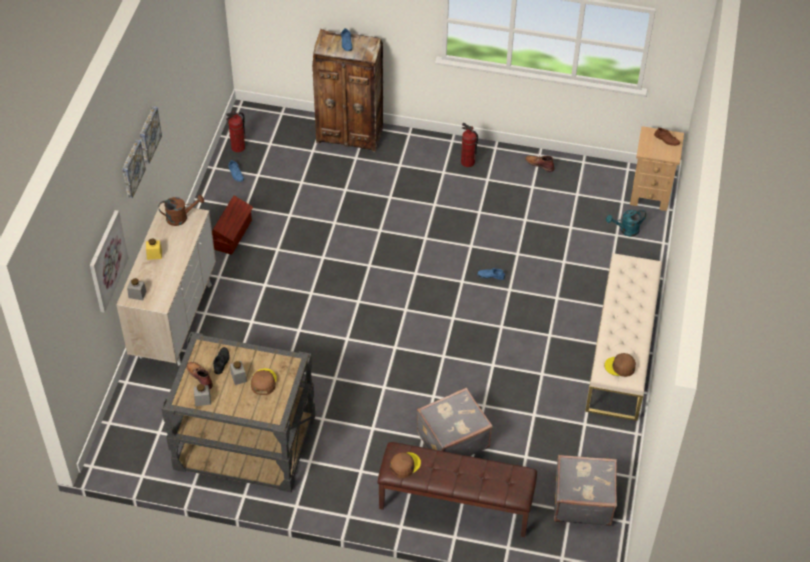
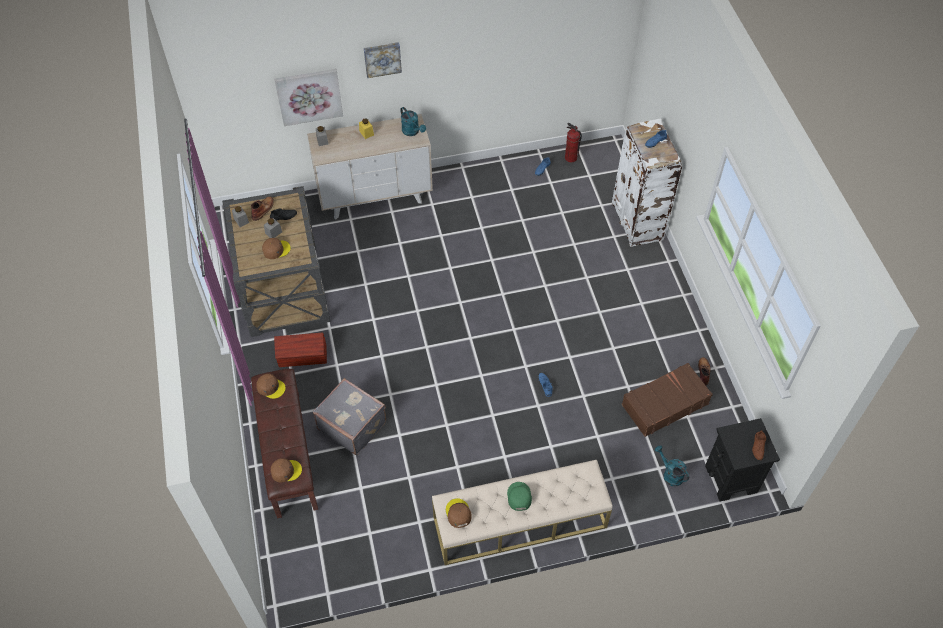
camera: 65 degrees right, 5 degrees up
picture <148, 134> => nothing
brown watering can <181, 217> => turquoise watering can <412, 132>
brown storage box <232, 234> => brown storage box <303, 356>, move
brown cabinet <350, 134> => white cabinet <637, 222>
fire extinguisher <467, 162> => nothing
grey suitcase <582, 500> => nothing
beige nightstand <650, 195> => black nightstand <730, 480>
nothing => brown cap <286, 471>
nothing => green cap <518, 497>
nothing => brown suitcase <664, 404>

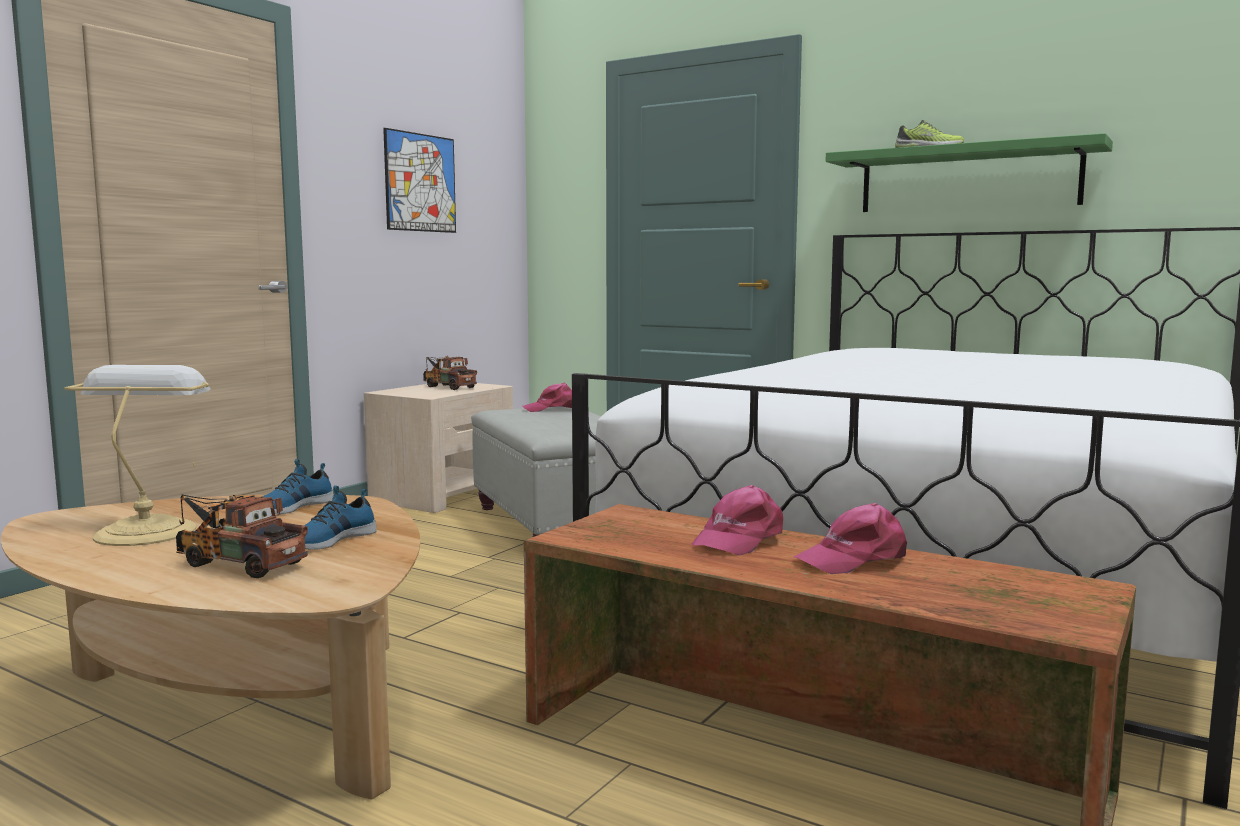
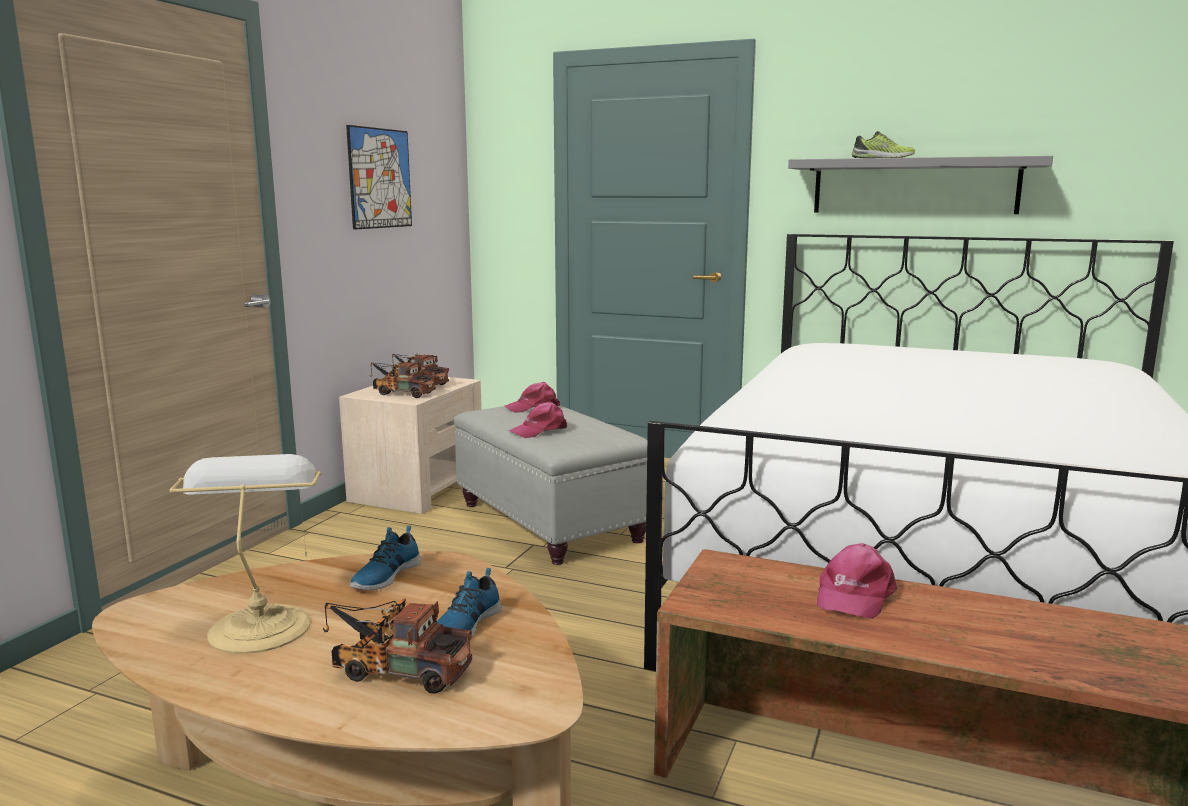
camera: 10 degrees left, 5 degrees up
pink cap <854, 559> => pink cap <540, 430>, move
green shelf <968, 179> => grey shelf <914, 186>
nothing => toy truck <401, 393>

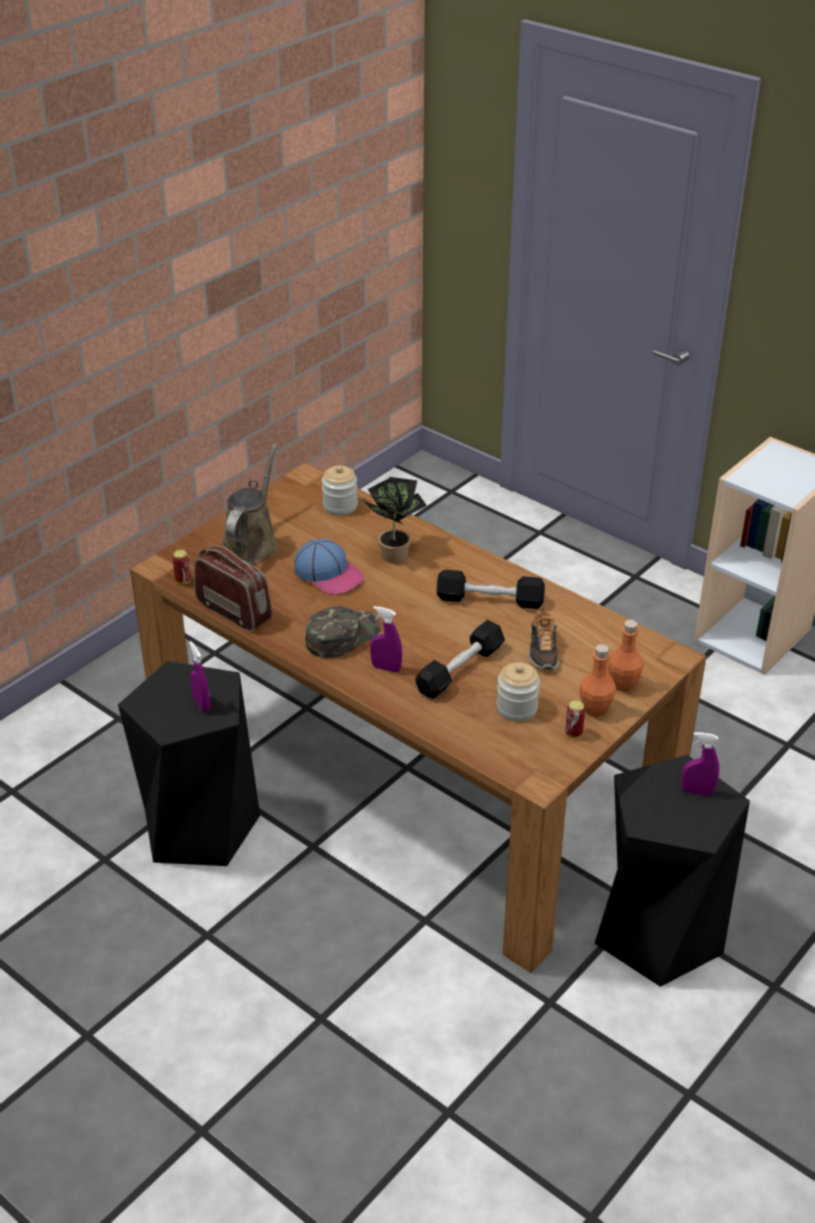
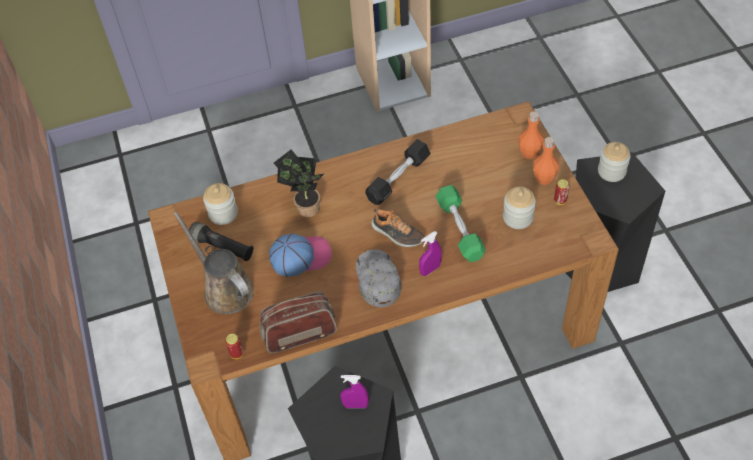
camera: 55 degrees left, 15 degrees up
green cap <342, 635> => grey cap <377, 279>
black dumbbell <460, 669> => green dumbbell <460, 229>
shoe <542, 650> => shoe <397, 234>, move
purple spray bottle <697, 792> => jar <611, 171>
nothing => black flashlight <222, 247>

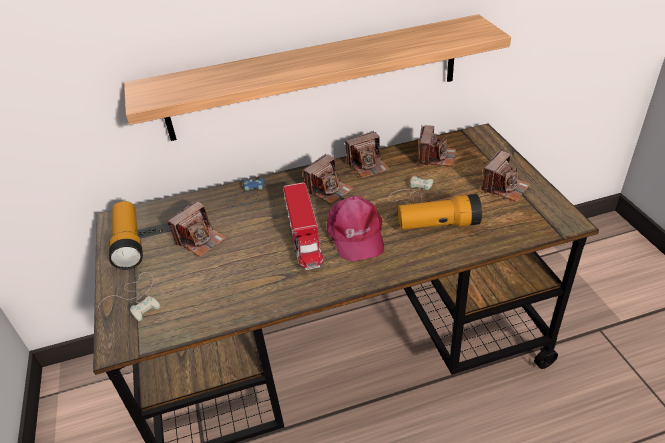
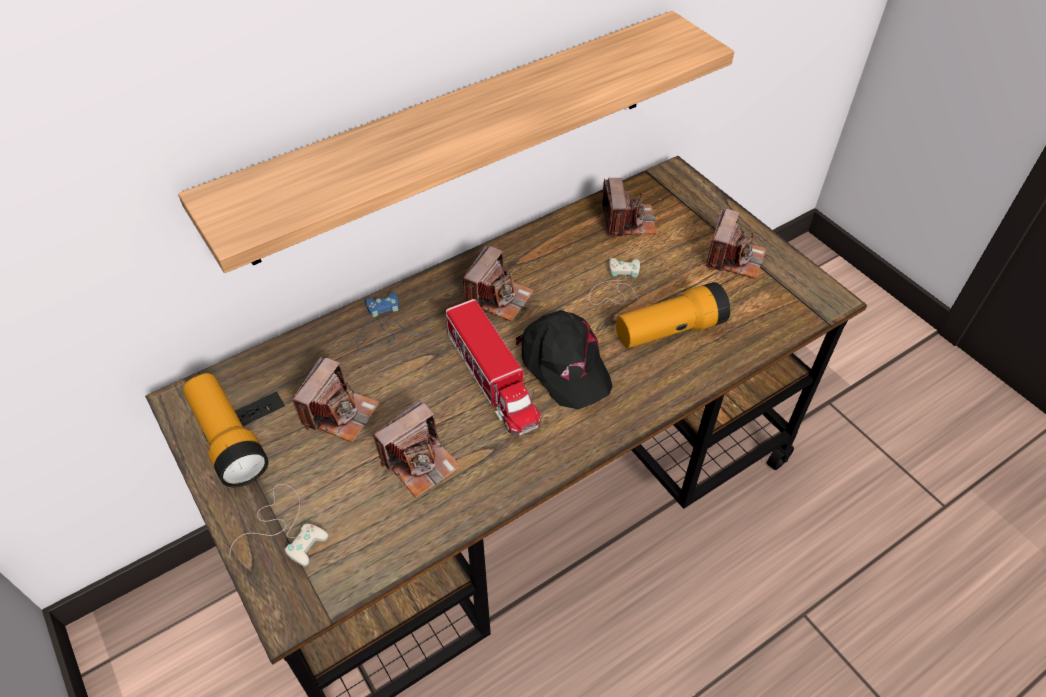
camera: 20 degrees left, 10 degrees up
pink cap <355, 234> => black cap <564, 364>
photo camera <368, 165> => photo camera <420, 462>, move

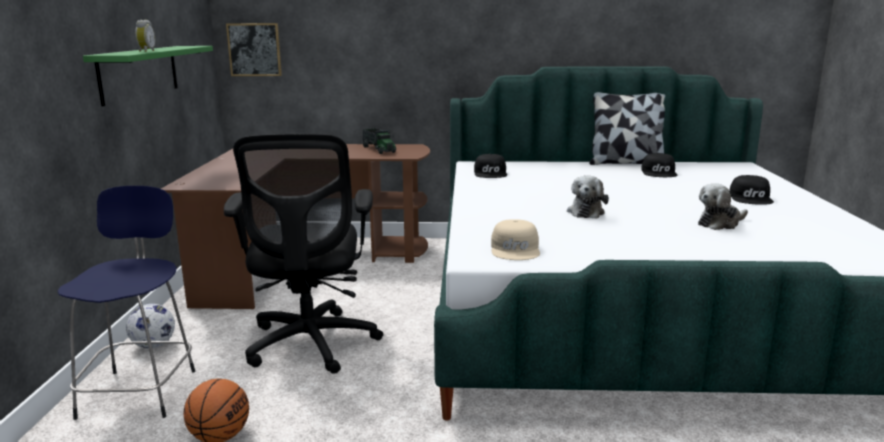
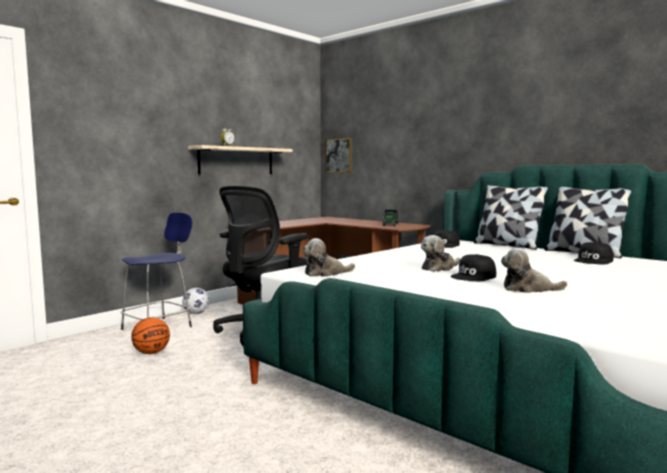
camera: 40 degrees right, 10 degrees down
green shelf <139, 73> => beige shelf <236, 161>
beige cap <516, 249> => plush toy <325, 273>
black cap <751, 198> => black cap <474, 276>, move
nothing => pillow <507, 245>

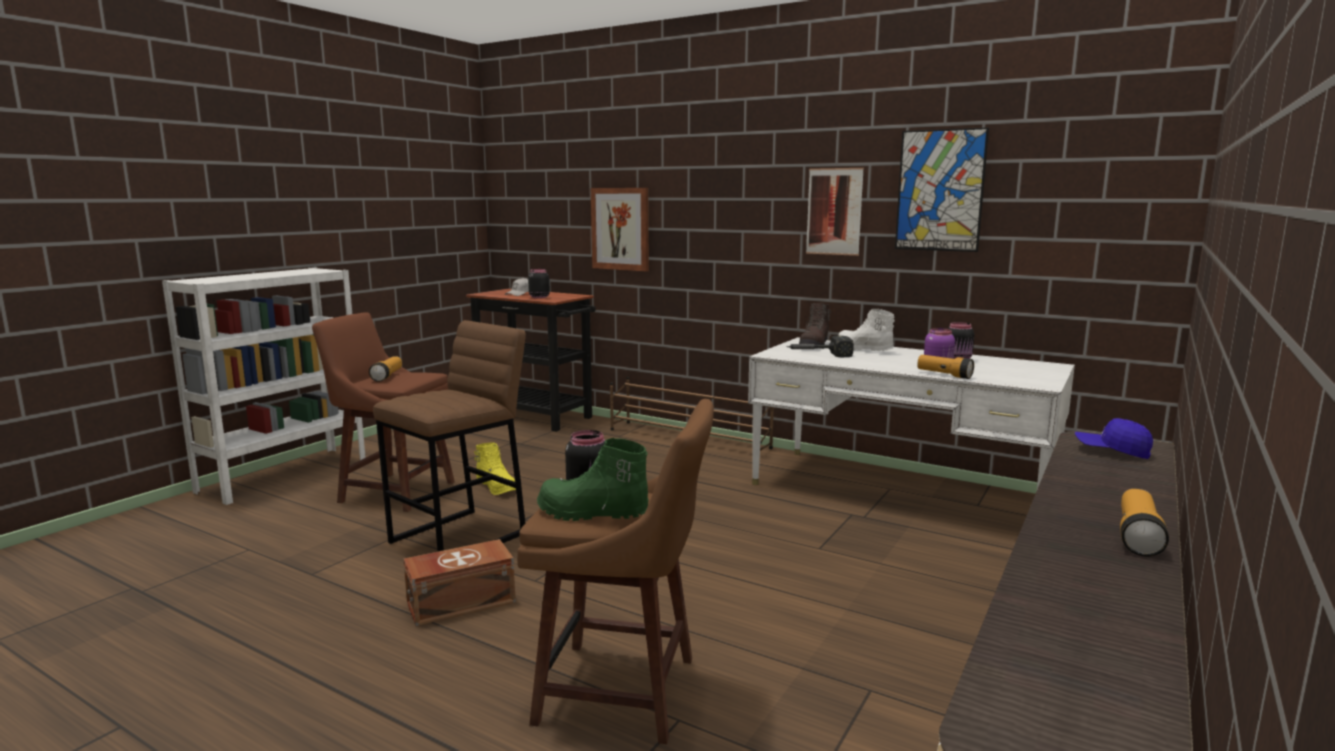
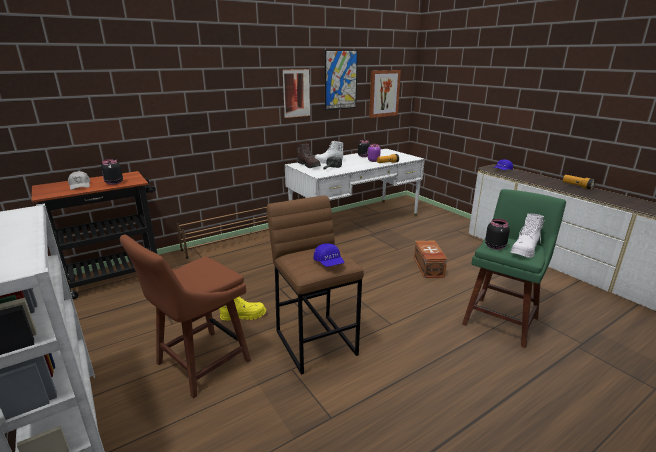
camera: 65 degrees left, 10 degrees up
flashlight <387, 376> => nothing
brown storage box <459, 602> => brown storage box <428, 267>, move
brown stool <625, 691> => green stool <502, 319>
green boot <592, 514> => white boot <525, 250>
picture <620, 229> => picture <384, 93>, move
nothing => blue cap <329, 263>

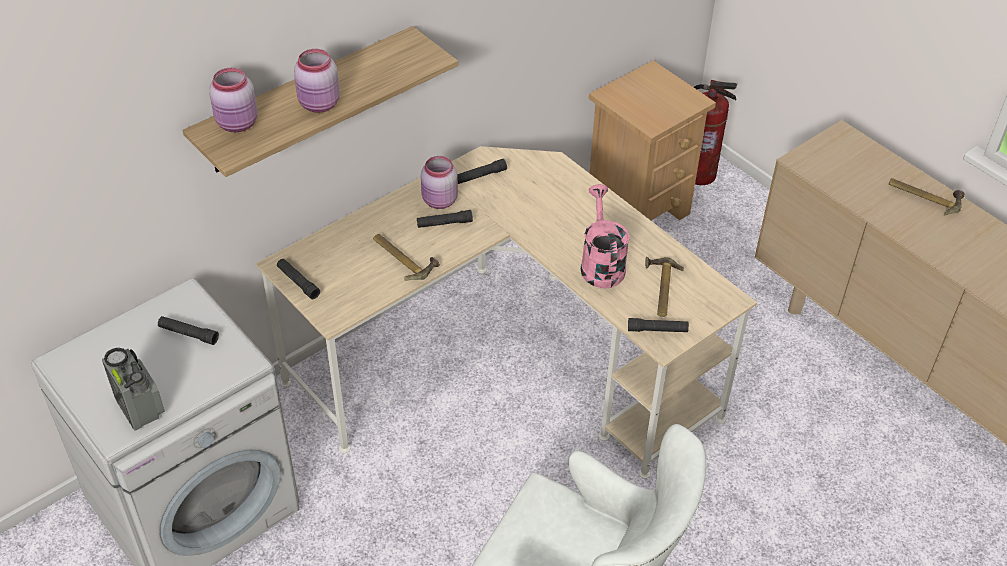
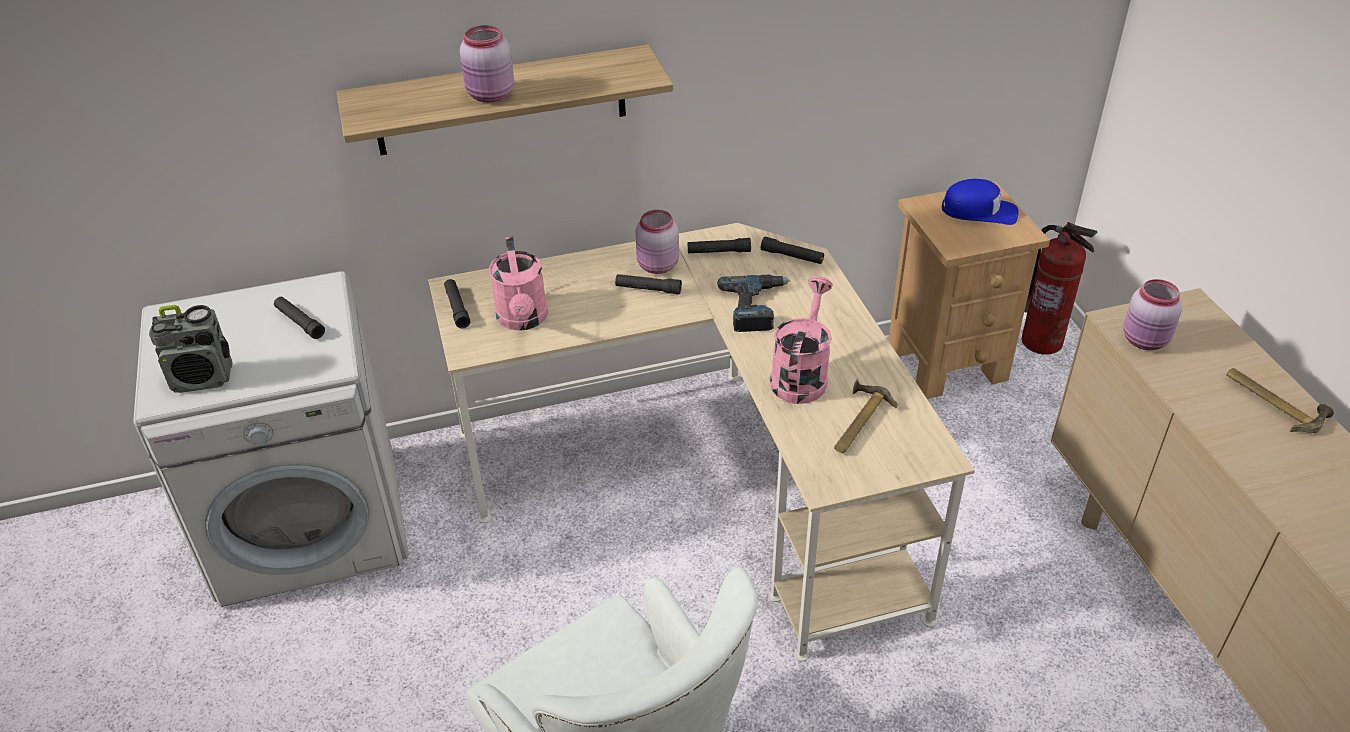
camera: 25 degrees right, 5 degrees down
radio <139, 407> => radio <203, 378>, 90 degrees clockwise
pink jar <238, 124> => pink jar <1145, 341>, move
hammer <403, 258> => nothing
black flashlight <657, 330> => black flashlight <792, 256>, move
nothing => pink watering can <523, 320>
nothing => power drill <756, 307>
nothing => blue cap <979, 211>

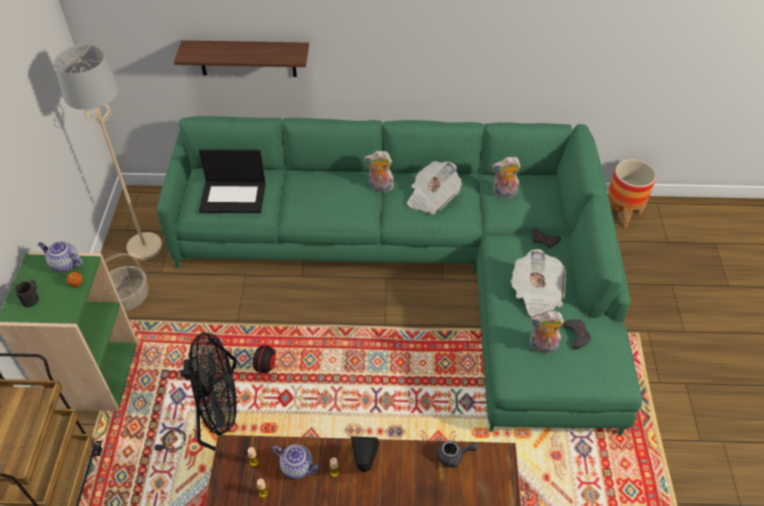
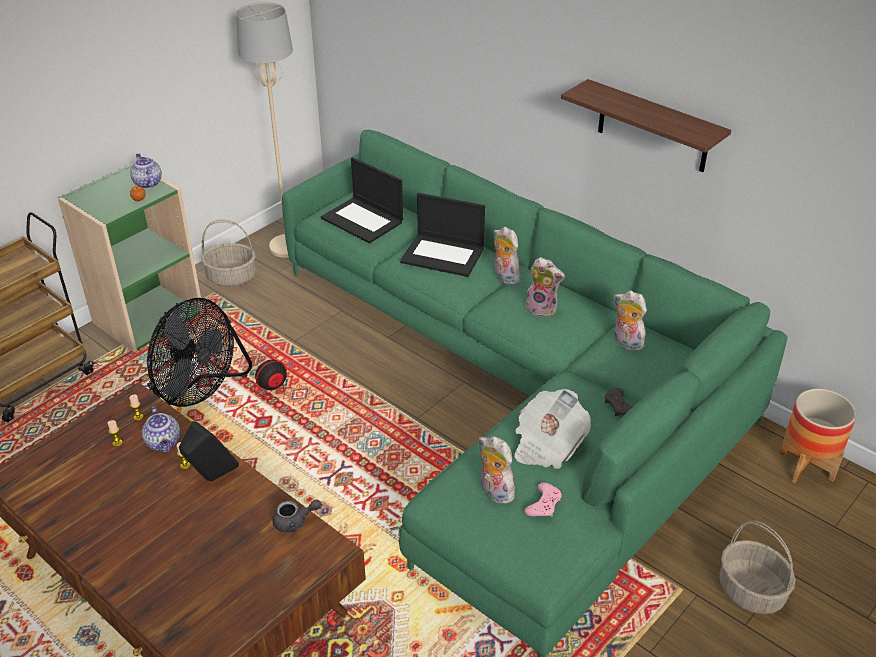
camera: 40 degrees right, 10 degrees down
black mug <32, 297> => nothing
shelf <247, 58> => shelf <653, 127>, move
newspaper <432, 198> => plush toy <542, 308>
grey teapot <454, 456> => grey teapot <295, 522>, 45 degrees counterclockwise
grey game controller <576, 335> => pink game controller <544, 504>
nothing => laptop <443, 255>
nothing => basket <751, 591>

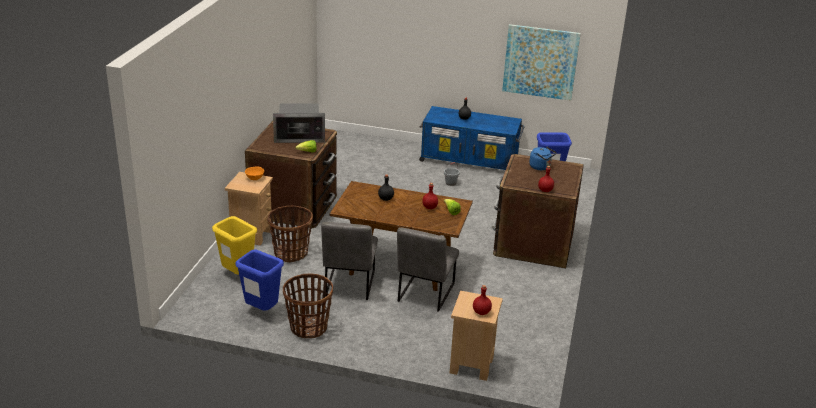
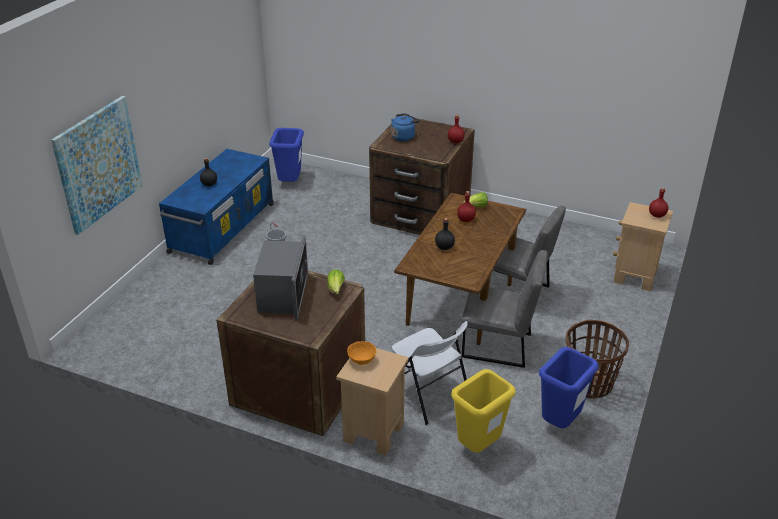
camera: 80 degrees left, 5 degrees up
basket <291, 253> => white chair <427, 393>
picture <540, 62> => picture <98, 164>, move

